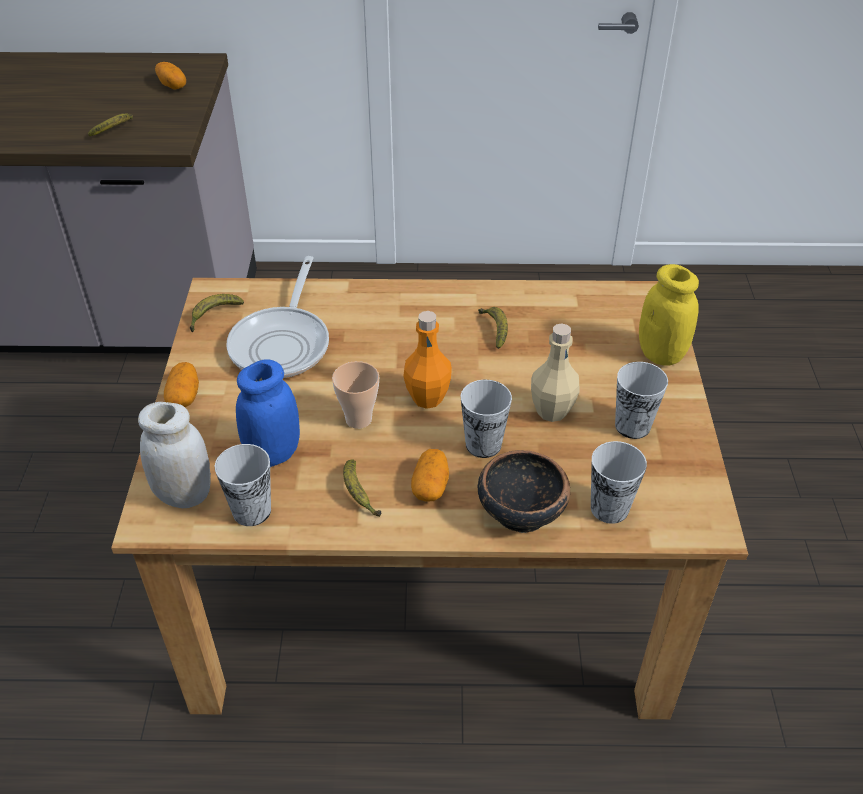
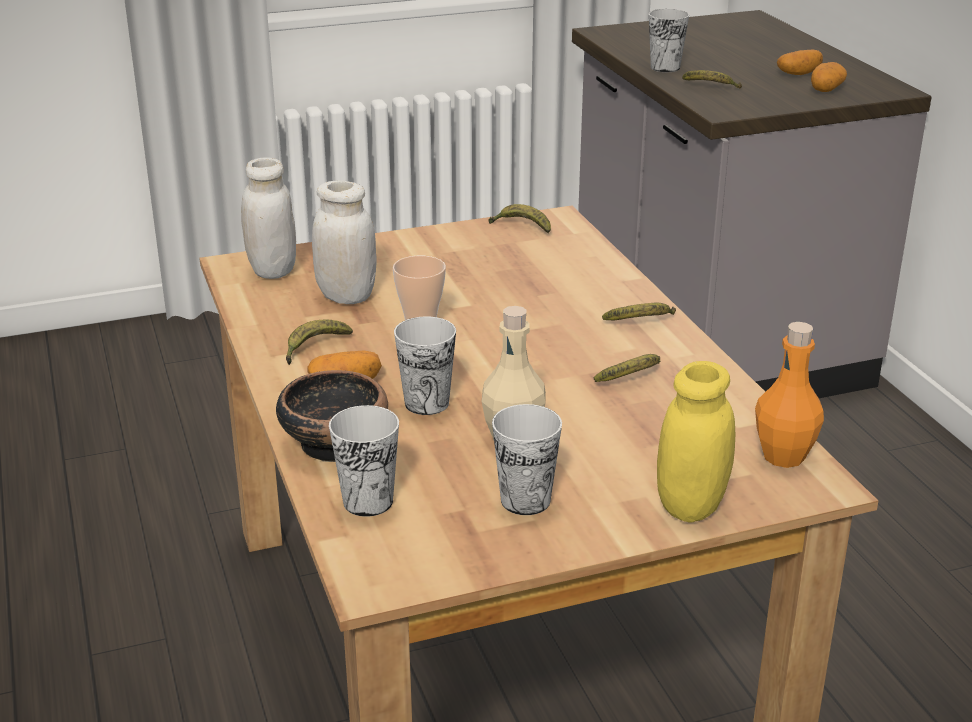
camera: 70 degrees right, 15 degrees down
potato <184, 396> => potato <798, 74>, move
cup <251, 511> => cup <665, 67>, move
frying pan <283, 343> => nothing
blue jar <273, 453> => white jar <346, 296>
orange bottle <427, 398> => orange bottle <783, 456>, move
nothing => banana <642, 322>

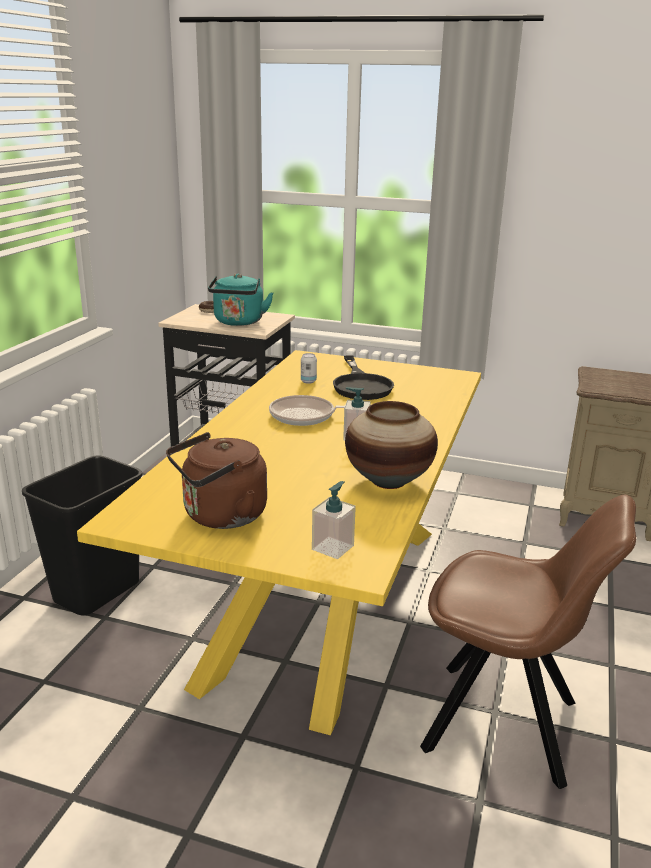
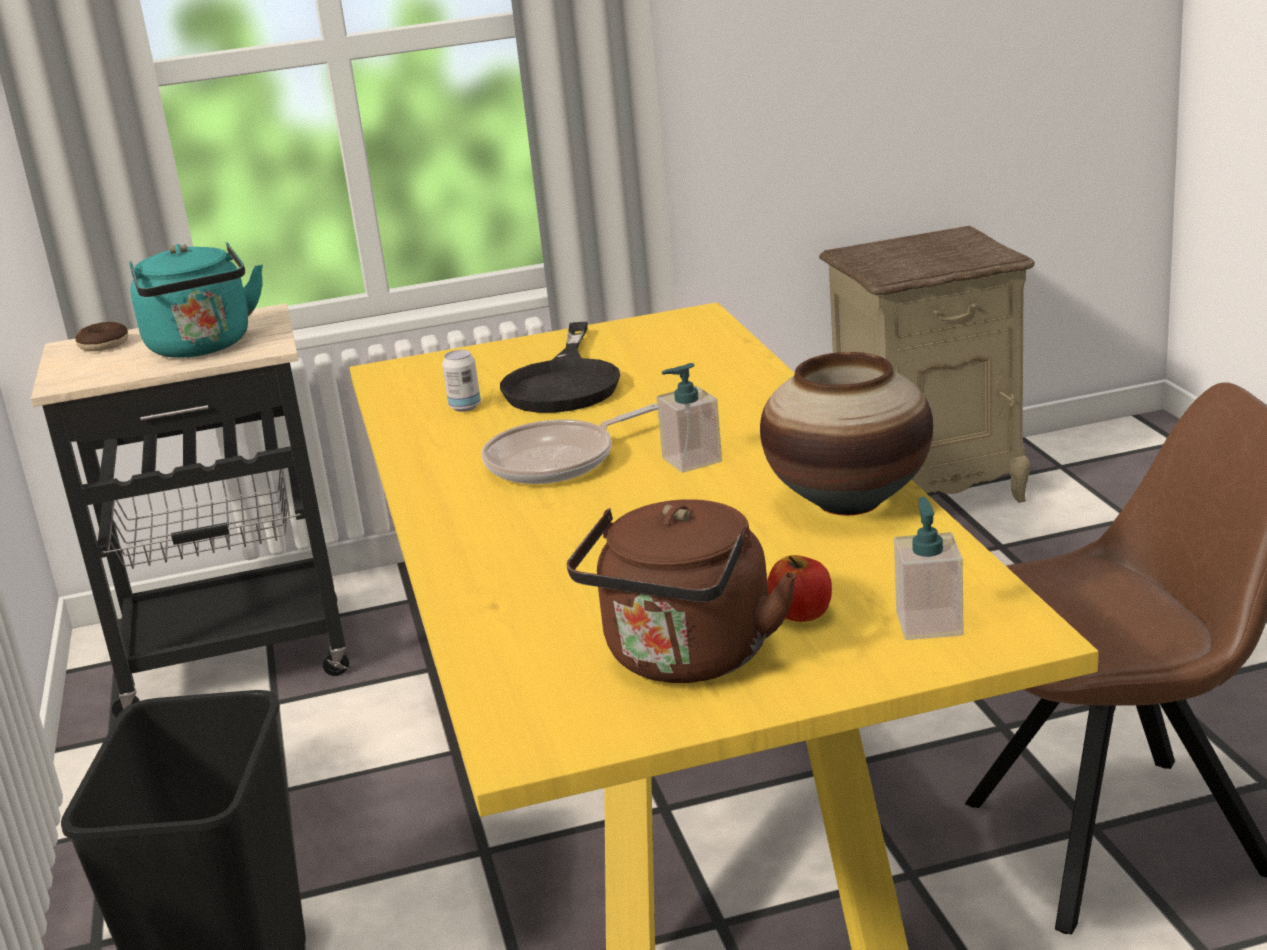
camera: 30 degrees left, 0 degrees up
black frying pan <361, 385> => black frying pan <564, 382>, 45 degrees clockwise
nothing => apple <801, 614>

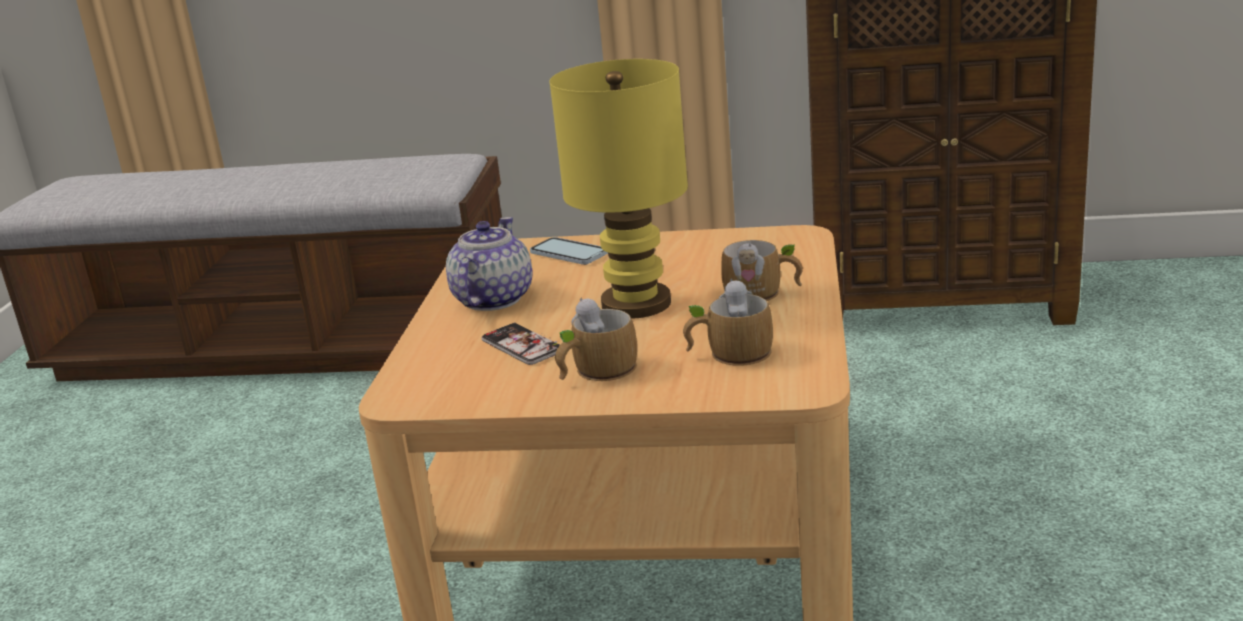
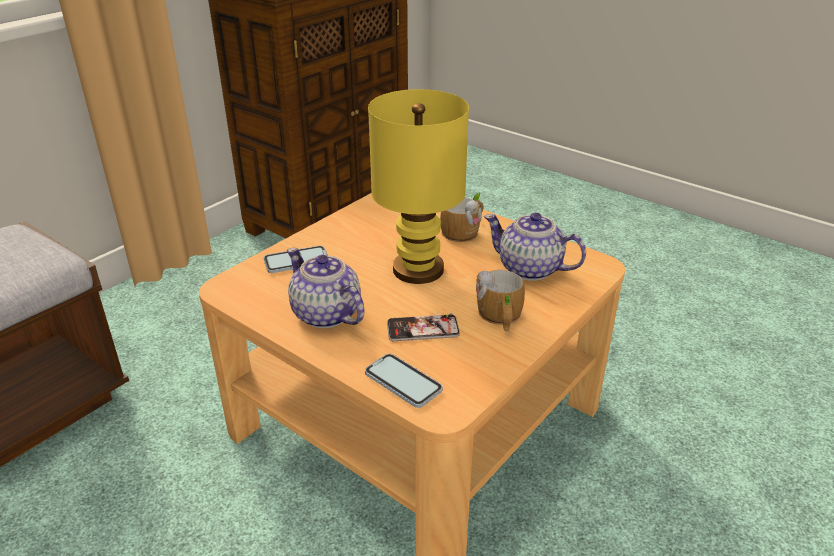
camera: 60 degrees left, 10 degrees up
mug <729, 353> => teapot <530, 269>
nothing => phone <403, 382>

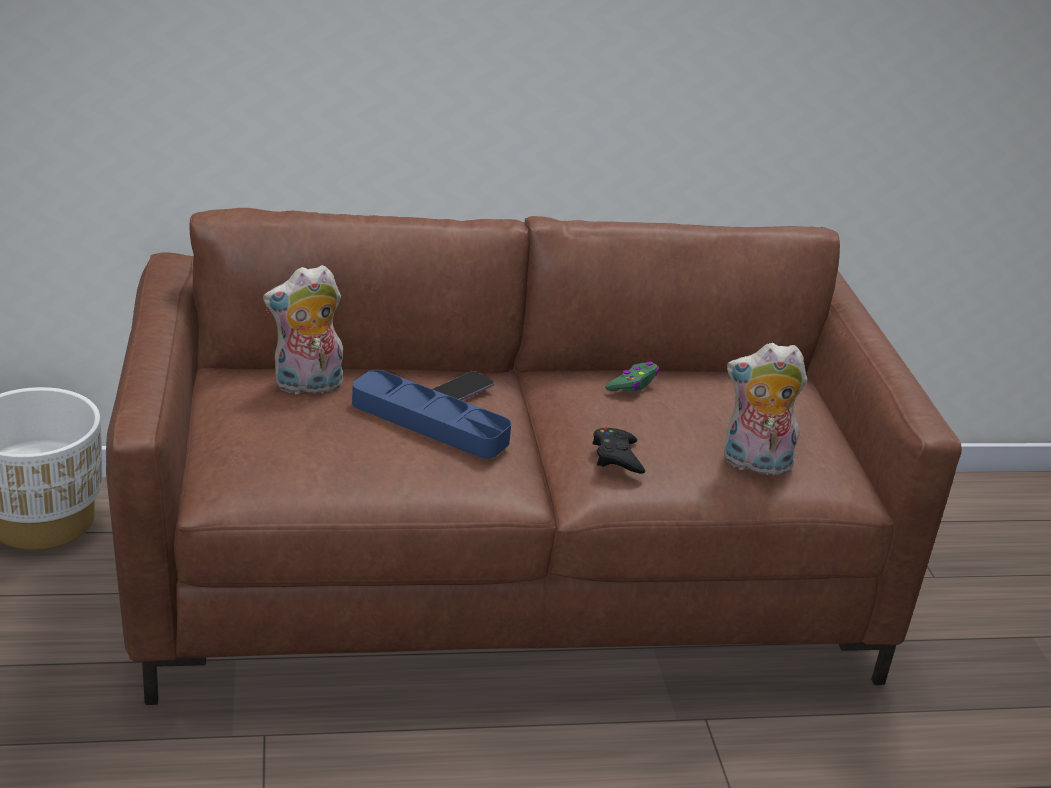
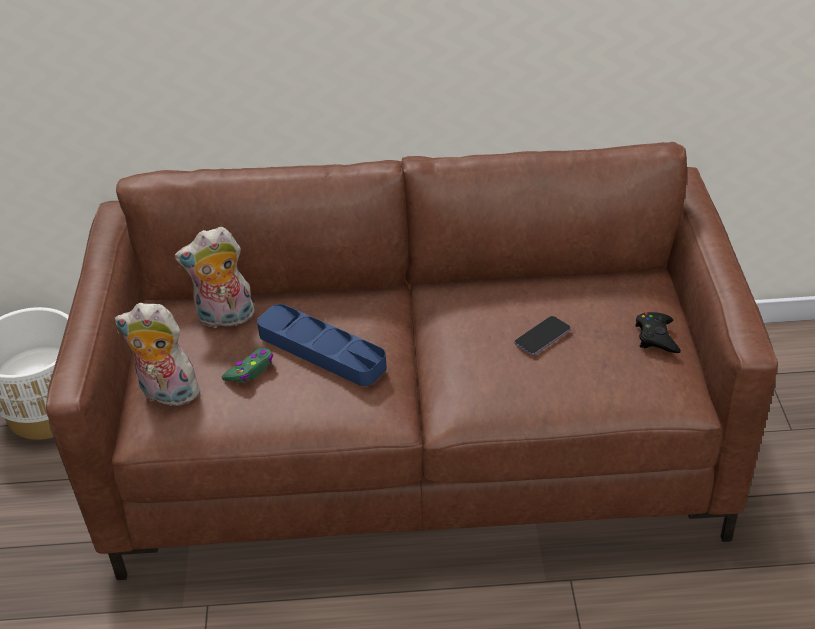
camera: 10 degrees right, 10 degrees up
phone <461, 390> => phone <542, 337>, move
black game controller <617, 456> => black game controller <656, 337>, move
green game controller <633, 384> => green game controller <250, 370>, move
plush toy <754, 464> => plush toy <166, 394>, move

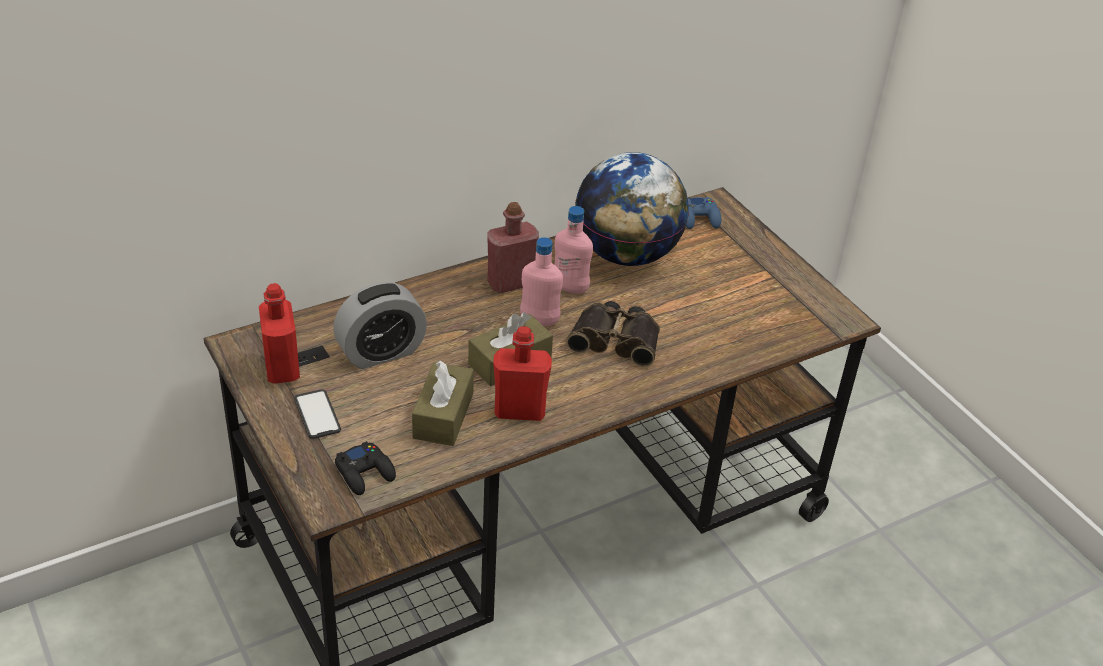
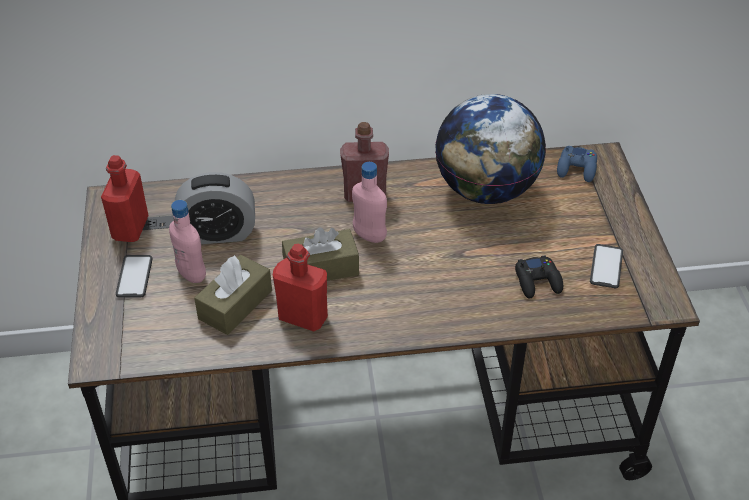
camera: 25 degrees right, 5 degrees up
black game controller <365, 473> => black game controller <538, 281>, move
pink bottle <570, 288> => pink bottle <192, 274>, move
binoculars <616, 339> => nothing
nothing => phone <606, 267>

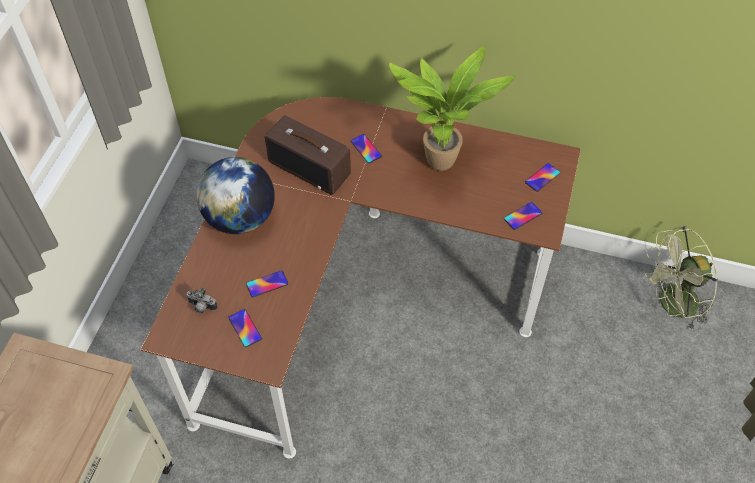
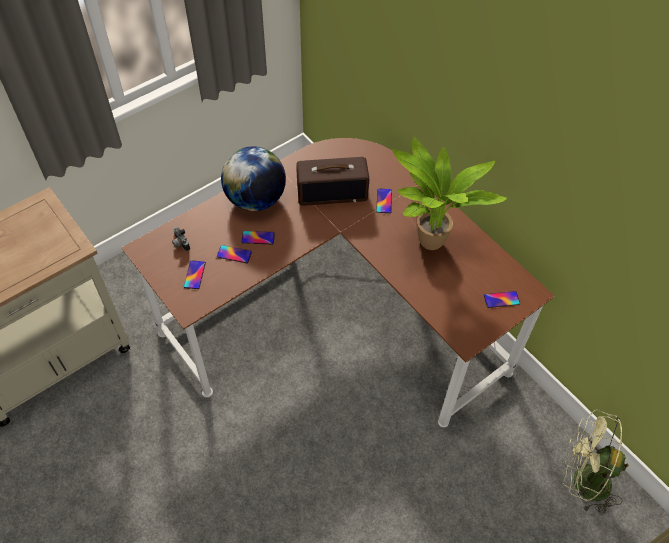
camera: 35 degrees right, 0 degrees up
radio <310, 168> => radio <332, 192>, 75 degrees counterclockwise
phone <523, 216> => phone <258, 238>, move

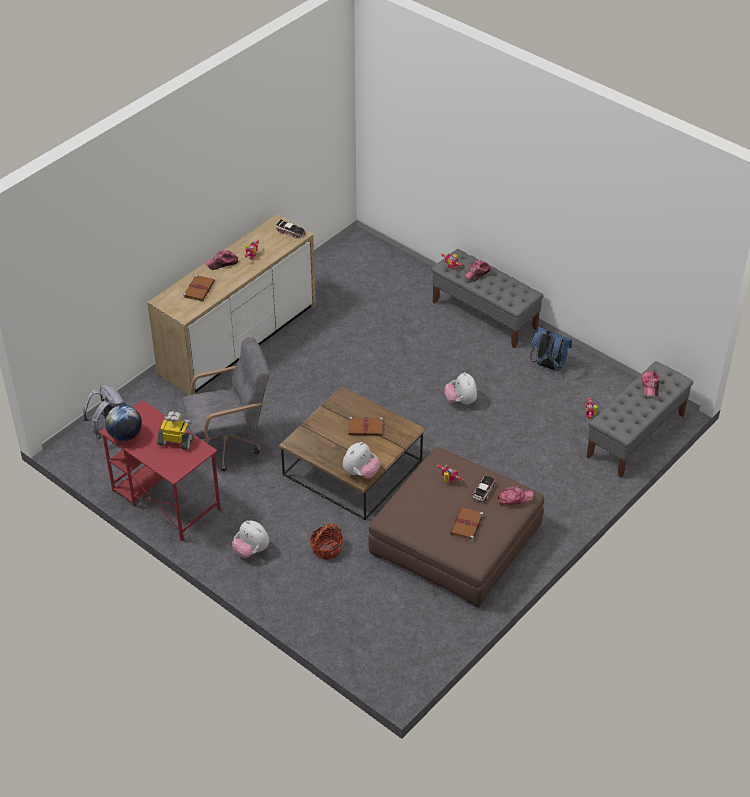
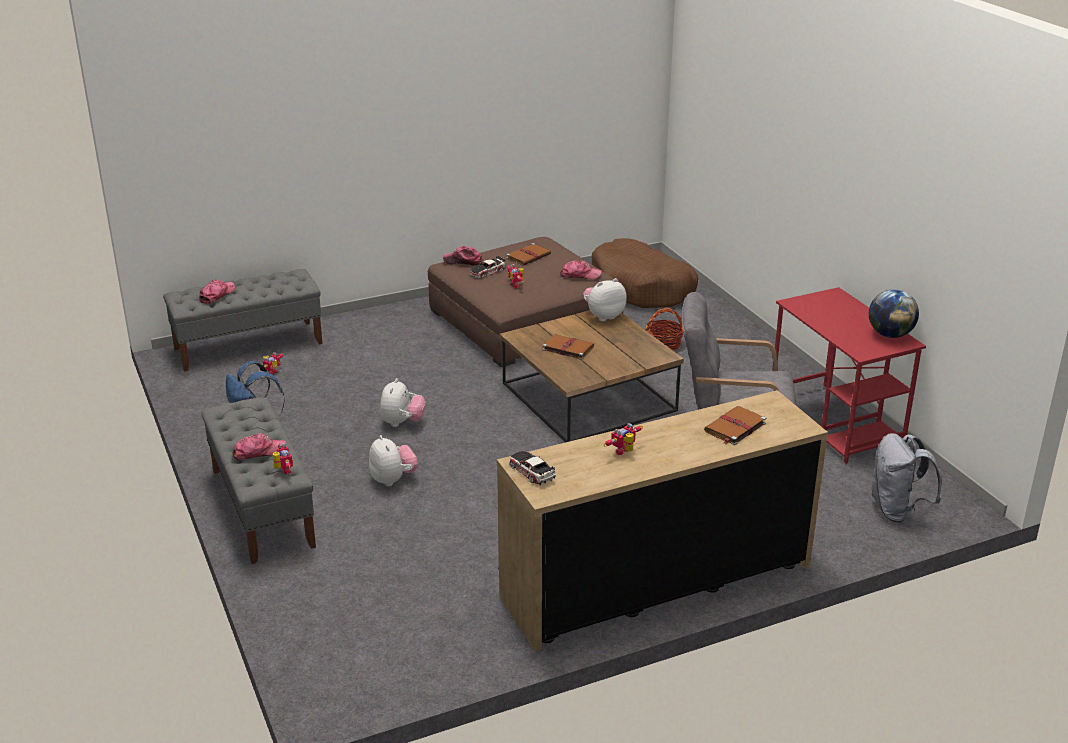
camera: 155 degrees left, 15 degrees down
toy robot <176, 441> => nothing
cap <222, 263> => cap <580, 275>, move
plush toy <251, 550> => plush toy <393, 479>, move
nothing => brown dog bed <642, 288>

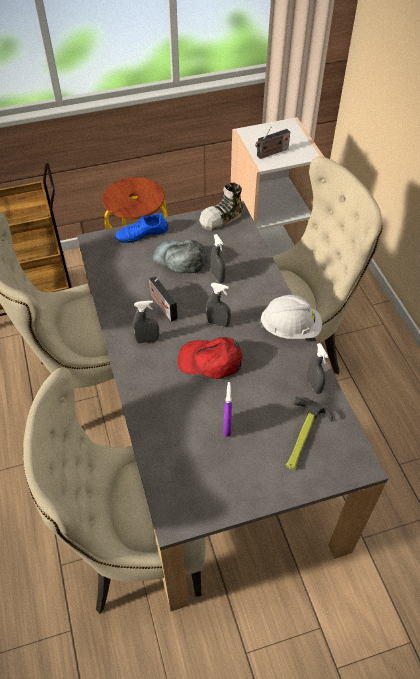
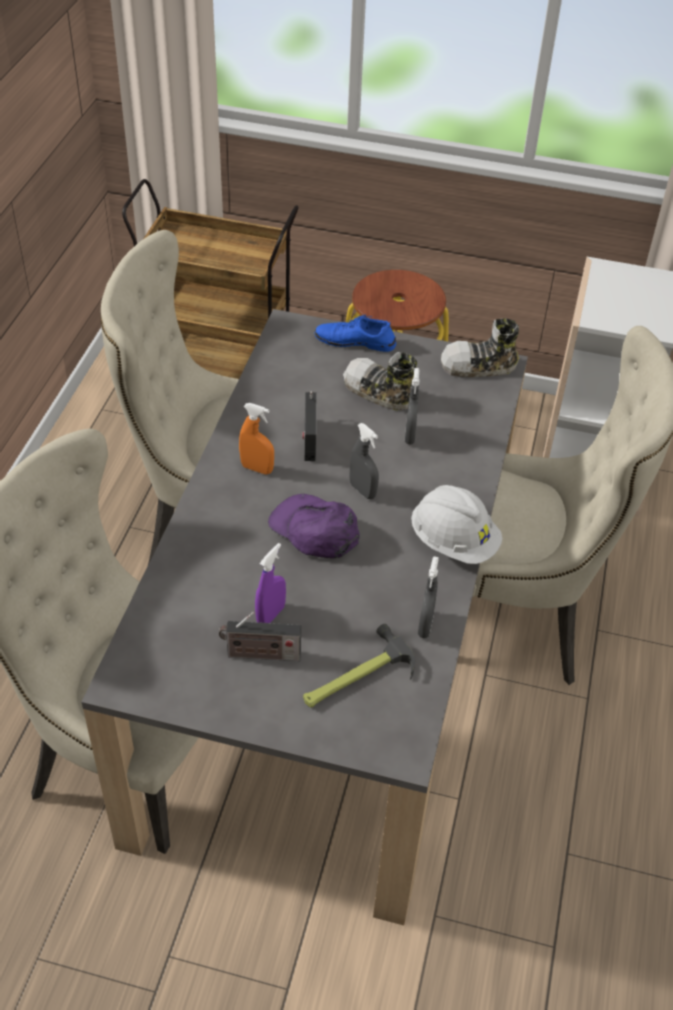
camera: 30 degrees right, 5 degrees down
grey spray bottle <147, 340> => orange spray bottle <257, 468>
grey cap <180, 259> => shoe <378, 392>
red cap <210, 361> => purple cap <314, 530>
radio <271, 153> => radio <260, 654>, move

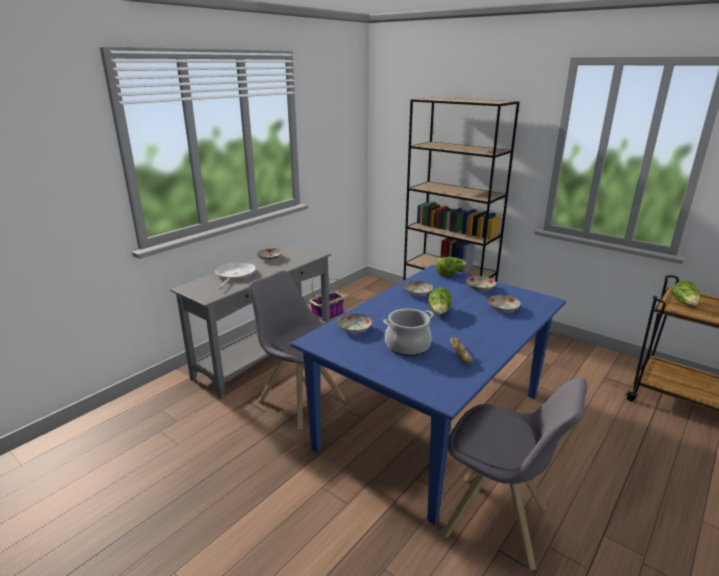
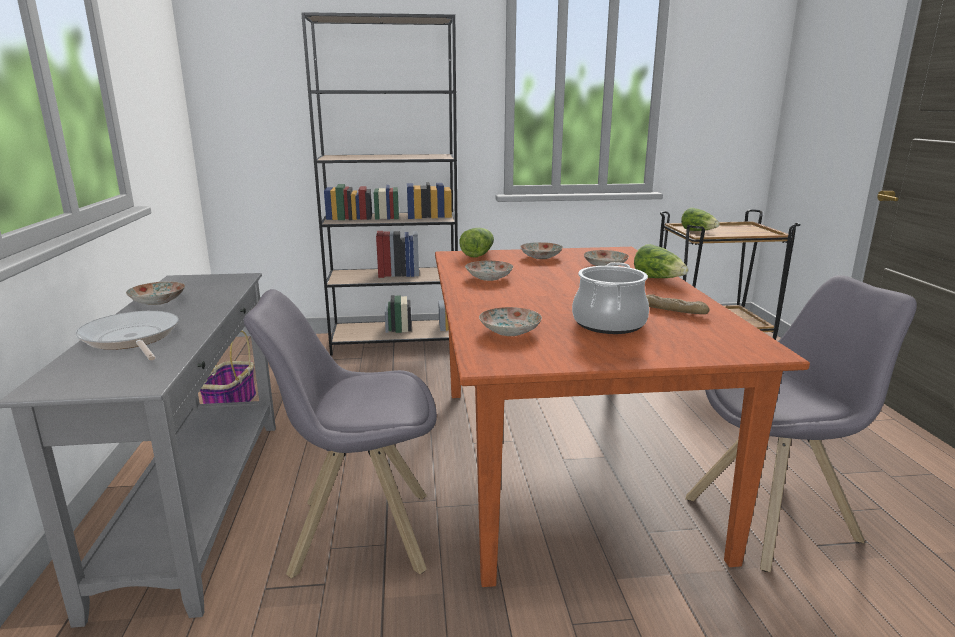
camera: 45 degrees left, 5 degrees down
blue dining table <432, 422> => brown dining table <565, 462>
lettuce <439, 312> => lettuce <658, 279>, move

